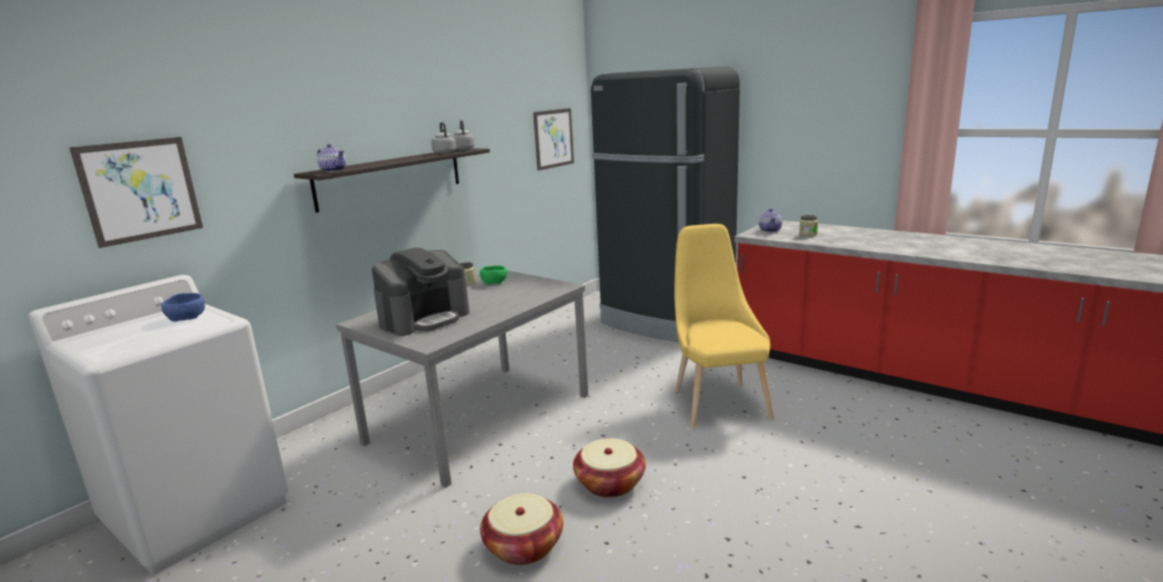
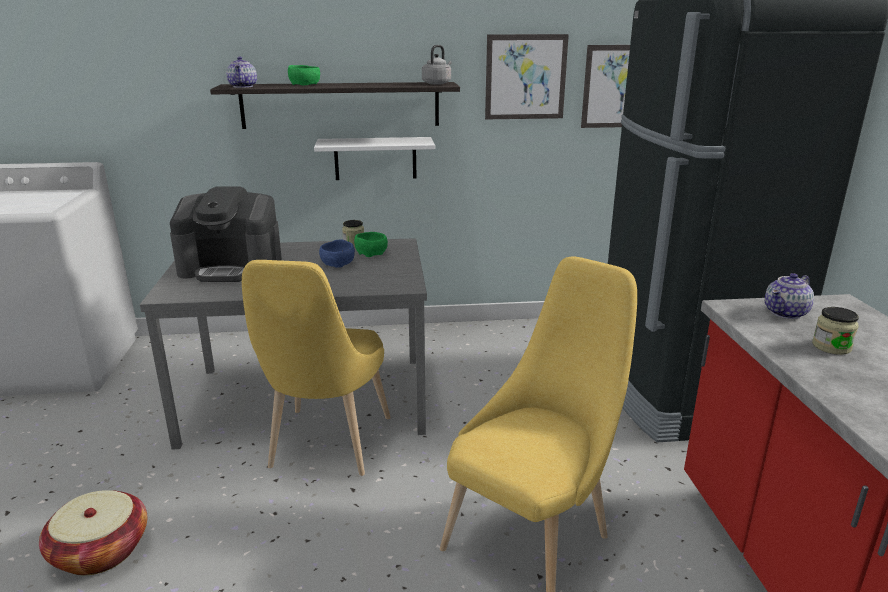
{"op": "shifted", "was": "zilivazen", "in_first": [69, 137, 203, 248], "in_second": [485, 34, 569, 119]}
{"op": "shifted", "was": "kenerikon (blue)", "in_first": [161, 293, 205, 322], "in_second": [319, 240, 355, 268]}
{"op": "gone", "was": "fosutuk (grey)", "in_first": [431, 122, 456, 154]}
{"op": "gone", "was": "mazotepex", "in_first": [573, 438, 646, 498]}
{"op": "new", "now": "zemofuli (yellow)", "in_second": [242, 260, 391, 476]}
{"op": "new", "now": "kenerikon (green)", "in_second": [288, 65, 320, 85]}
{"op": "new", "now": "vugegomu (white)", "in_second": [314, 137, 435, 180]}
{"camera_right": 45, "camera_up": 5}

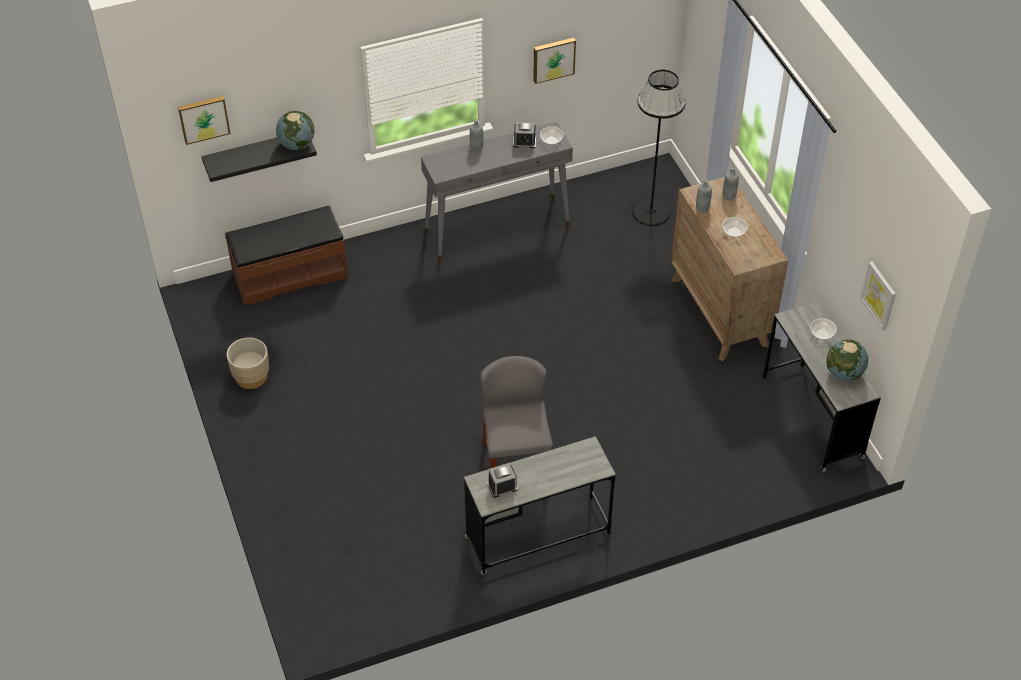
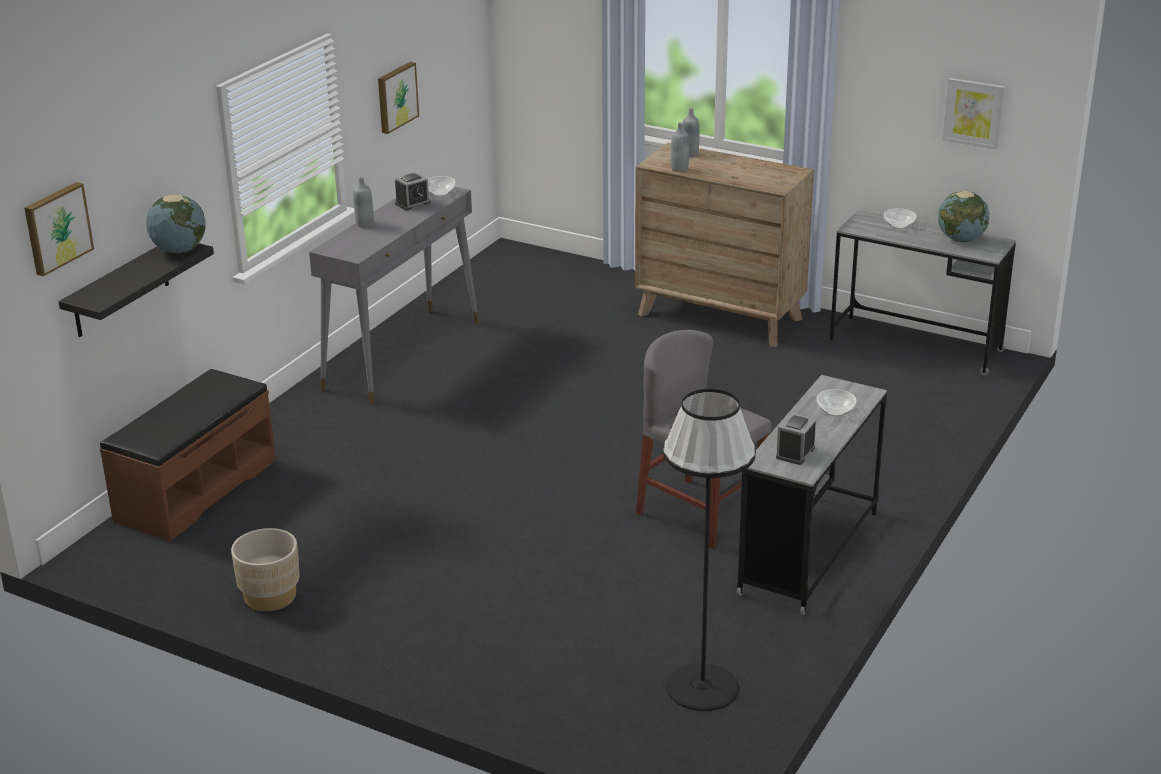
{"op": "shifted", "was": "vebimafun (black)", "in_first": [632, 70, 686, 226], "in_second": [663, 389, 756, 711]}
{"op": "shifted", "was": "kenerikon", "in_first": [722, 217, 748, 238], "in_second": [817, 389, 856, 417]}
{"camera_right": -40, "camera_up": -20}

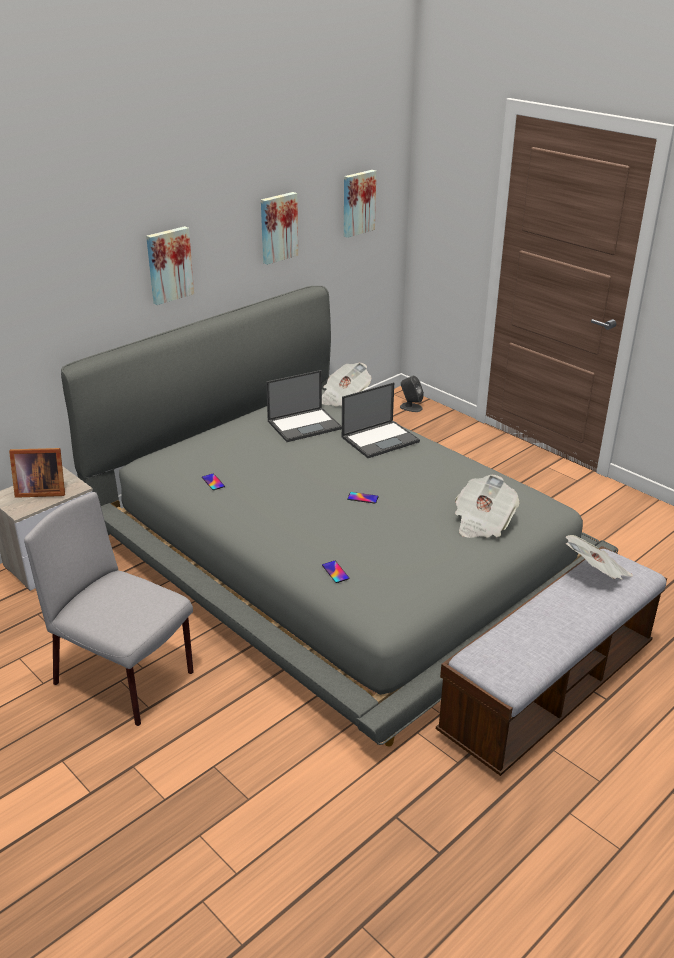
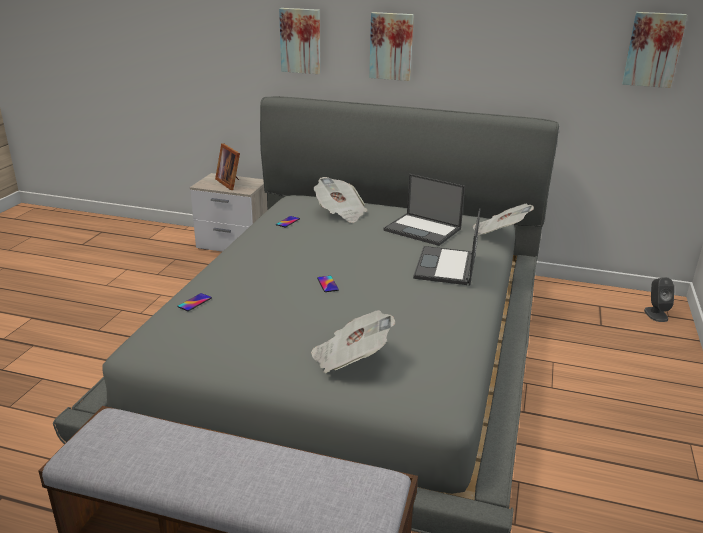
{"op": "gone", "was": "zemofuli (grey)", "in_first": [24, 492, 194, 726]}
{"op": "shifted", "was": "zilivazen", "in_first": [261, 192, 298, 265], "in_second": [279, 8, 320, 74]}
{"op": "rotated", "was": "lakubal", "in_first": [342, 382, 420, 458], "in_second": [413, 208, 481, 286], "clockwise": 75}
{"op": "shifted", "was": "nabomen", "in_first": [566, 535, 633, 580], "in_second": [314, 177, 367, 223]}
{"camera_right": 60, "camera_up": -5}

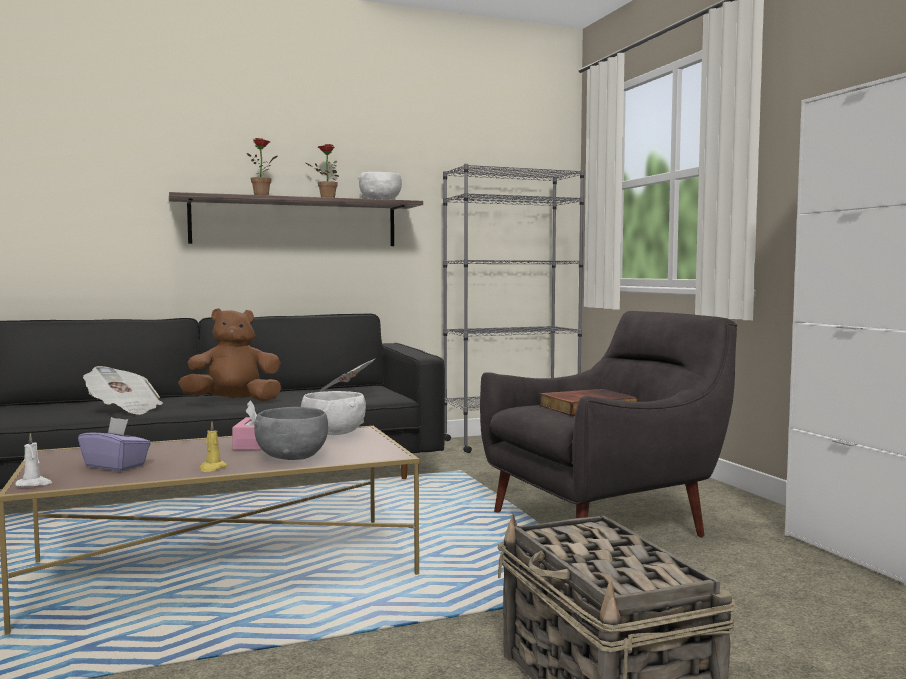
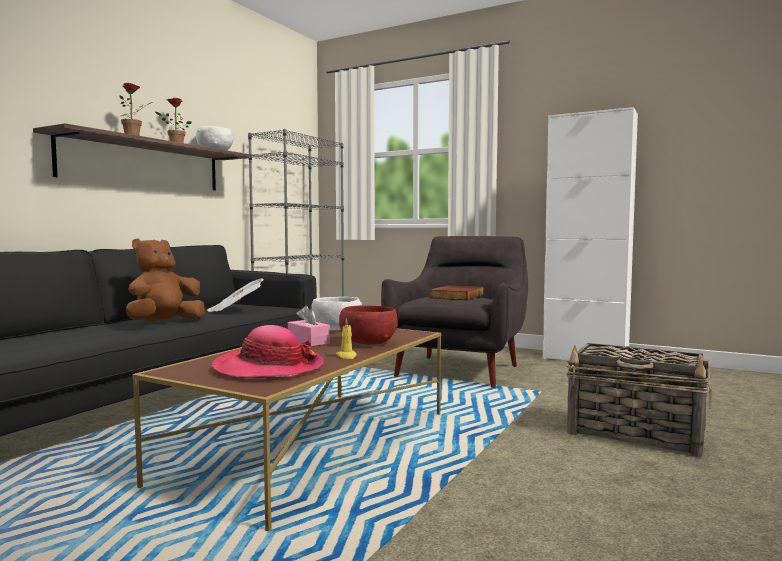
{"op": "gone", "was": "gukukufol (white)", "in_first": [15, 433, 52, 487]}
{"op": "swapped", "was": "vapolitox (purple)", "now": "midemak", "in_first": [78, 417, 151, 471], "in_second": [211, 325, 324, 378]}
{"op": "gone", "was": "nabomen", "in_first": [83, 366, 163, 415]}
{"op": "repainted", "was": "kenerikon (grey)", "now": "kenerikon (red)", "in_first": [254, 407, 328, 460], "in_second": [339, 305, 397, 345]}
{"camera_right": -40, "camera_up": 0}

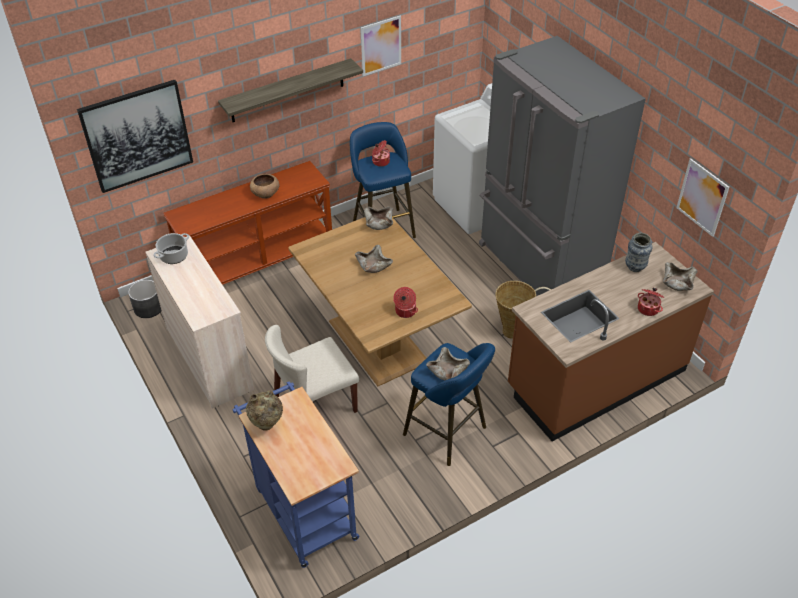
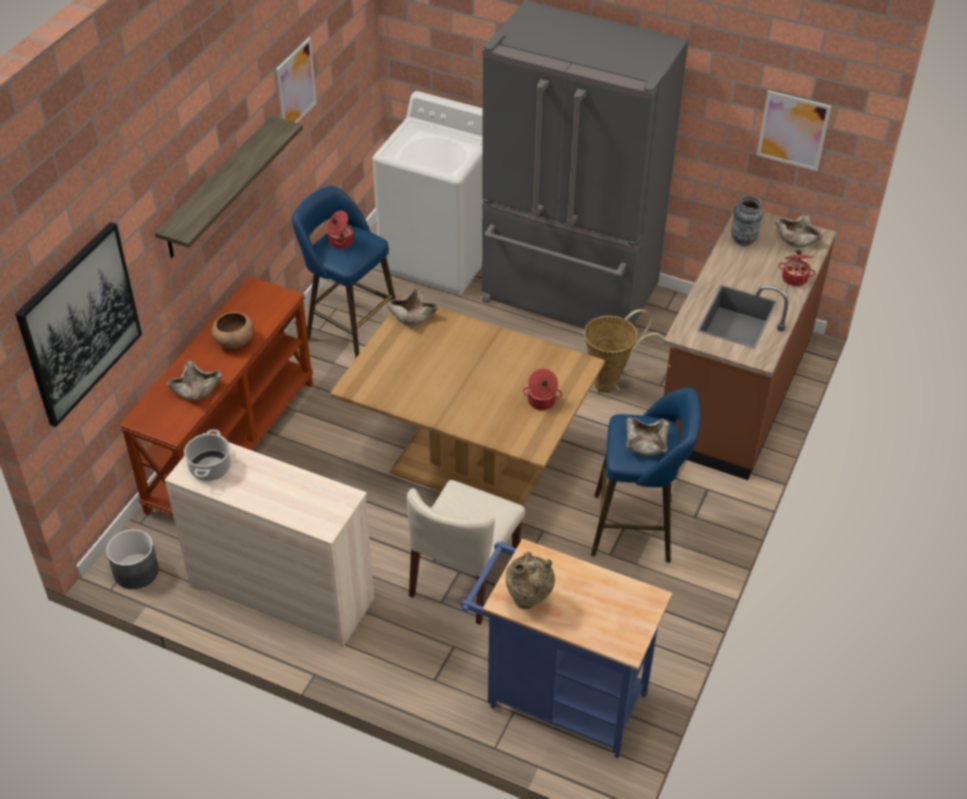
{"op": "shifted", "was": "kenerikon (beige)", "in_first": [355, 245, 393, 273], "in_second": [167, 360, 222, 400]}
{"camera_right": -35, "camera_up": 0}

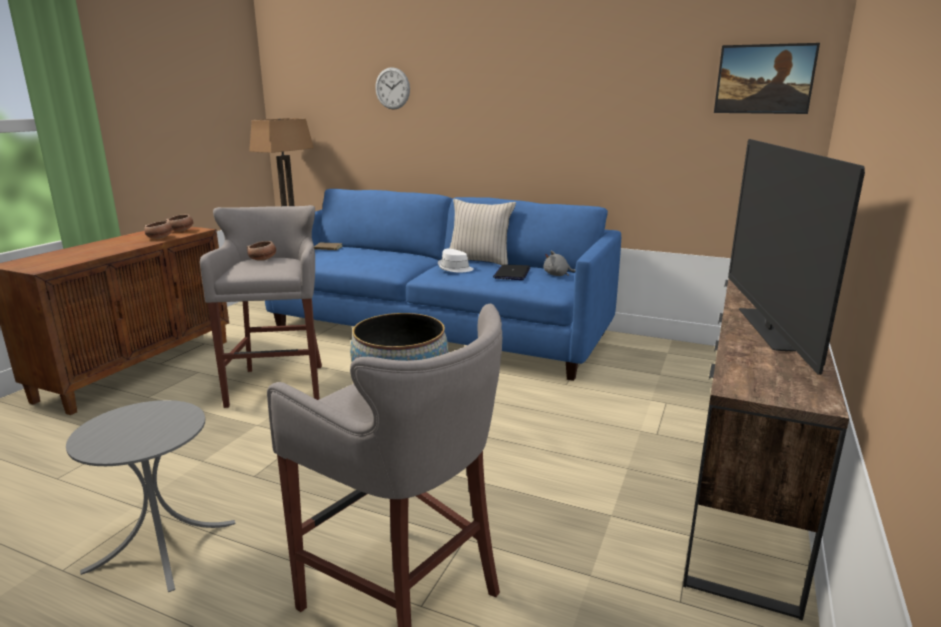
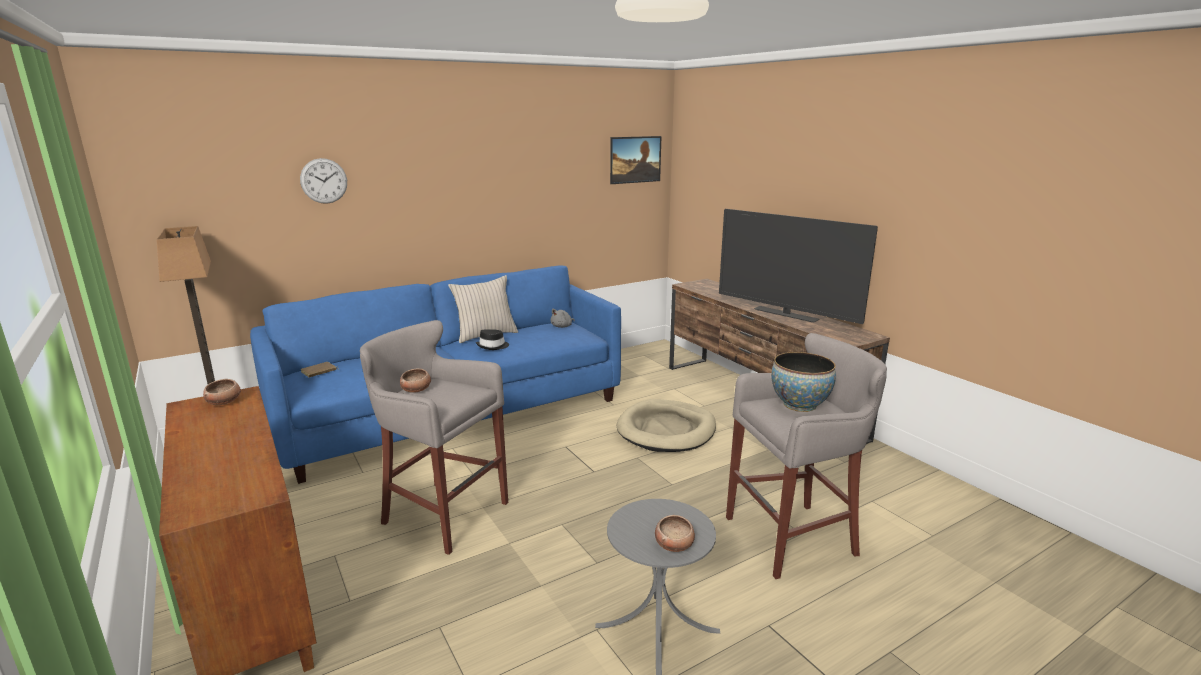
{"op": "shifted", "was": "kenerikon", "in_first": [144, 221, 172, 239], "in_second": [655, 515, 695, 552]}
{"op": "repainted", "was": "midemak (white)", "now": "midemak (black)", "in_first": [438, 248, 474, 273], "in_second": [476, 329, 509, 350]}
{"op": "gone", "was": "lakubal", "in_first": [493, 264, 530, 280]}
{"op": "new", "now": "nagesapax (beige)", "in_second": [617, 399, 716, 452]}
{"camera_right": -55, "camera_up": 0}

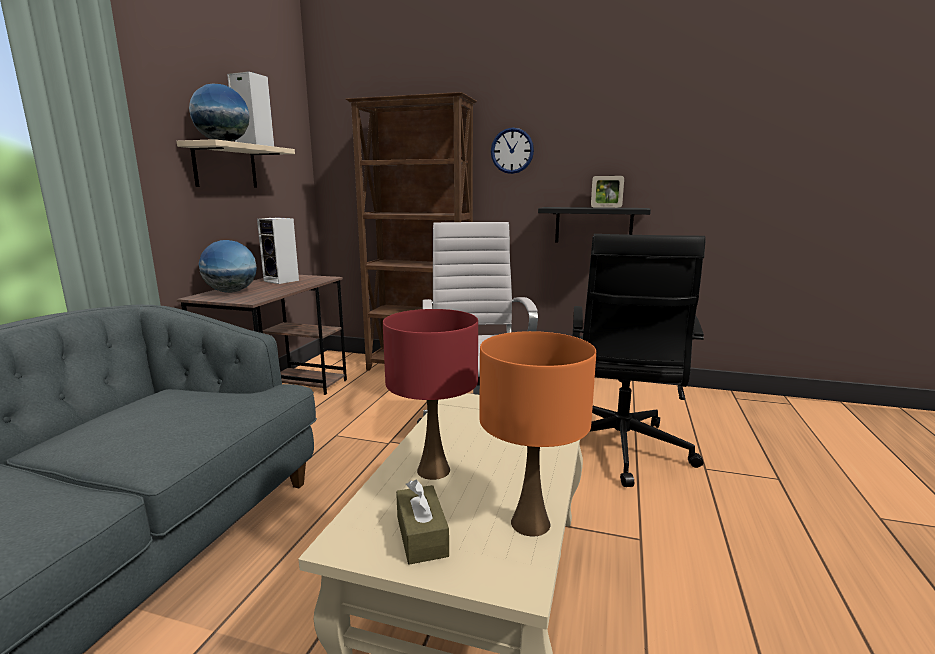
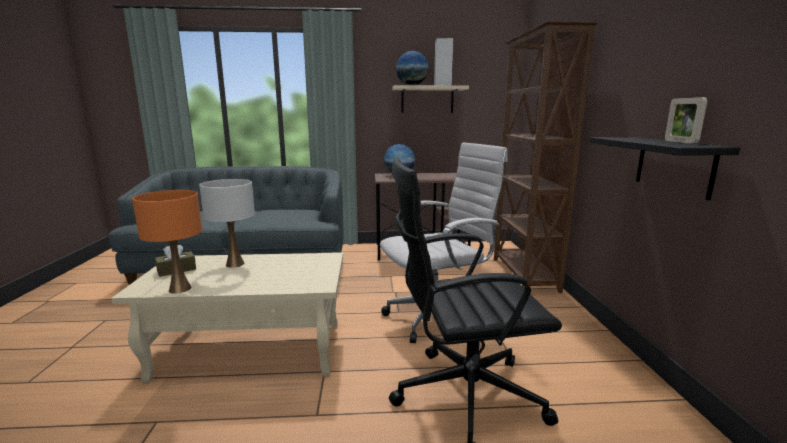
{"op": "gone", "was": "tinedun", "in_first": [257, 217, 299, 284]}
{"op": "repainted", "was": "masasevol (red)", "now": "masasevol (white)", "in_first": [383, 309, 478, 480], "in_second": [199, 179, 255, 268]}
{"op": "gone", "was": "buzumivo", "in_first": [491, 127, 534, 174]}
{"camera_right": 70, "camera_up": 0}

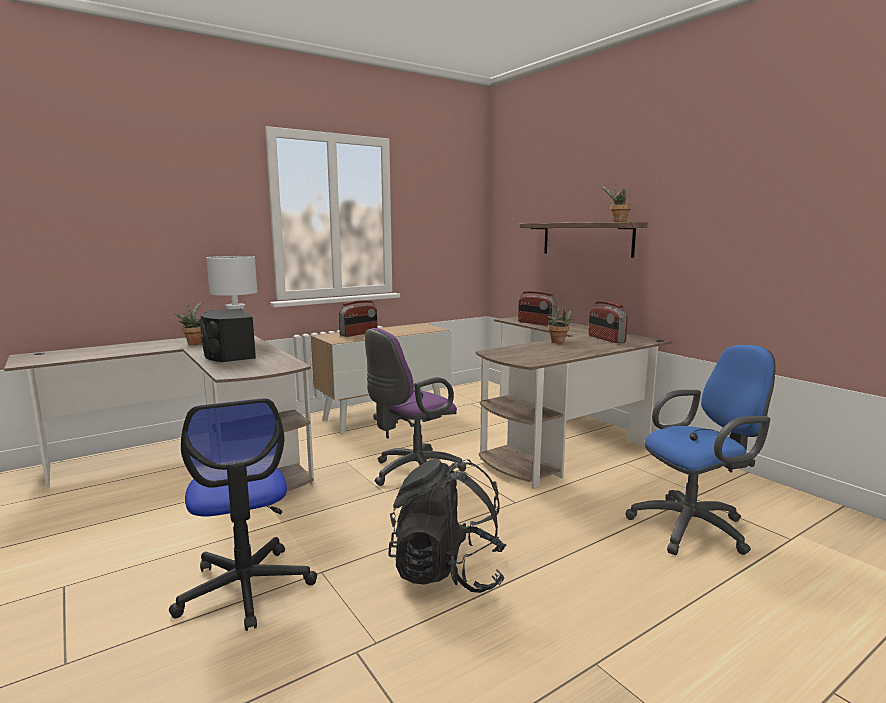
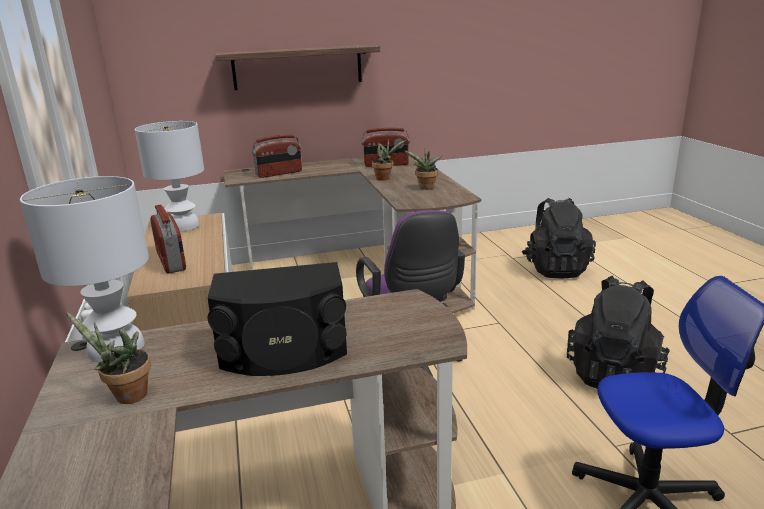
{"op": "shifted", "was": "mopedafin", "in_first": [600, 184, 631, 222], "in_second": [404, 149, 443, 190]}
{"op": "swapped", "was": "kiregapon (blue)", "now": "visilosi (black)", "in_first": [625, 345, 776, 555], "in_second": [522, 198, 596, 279]}
{"op": "new", "now": "masasevol (white)", "in_second": [135, 121, 204, 232]}
{"camera_right": -70, "camera_up": 10}

